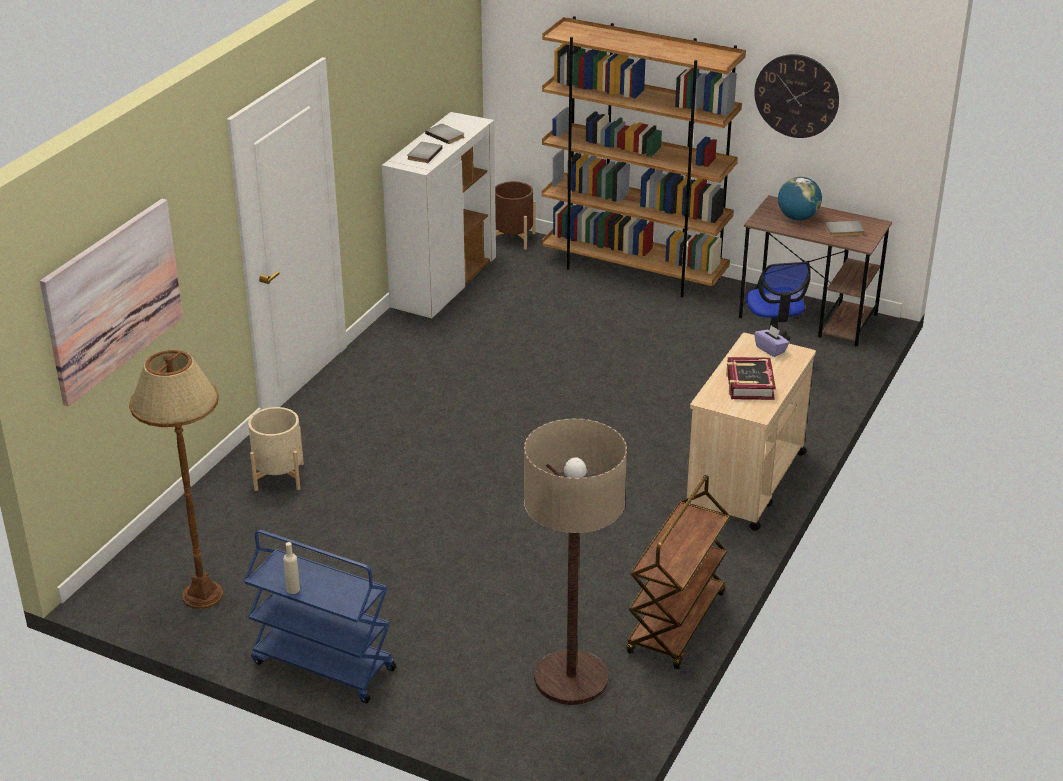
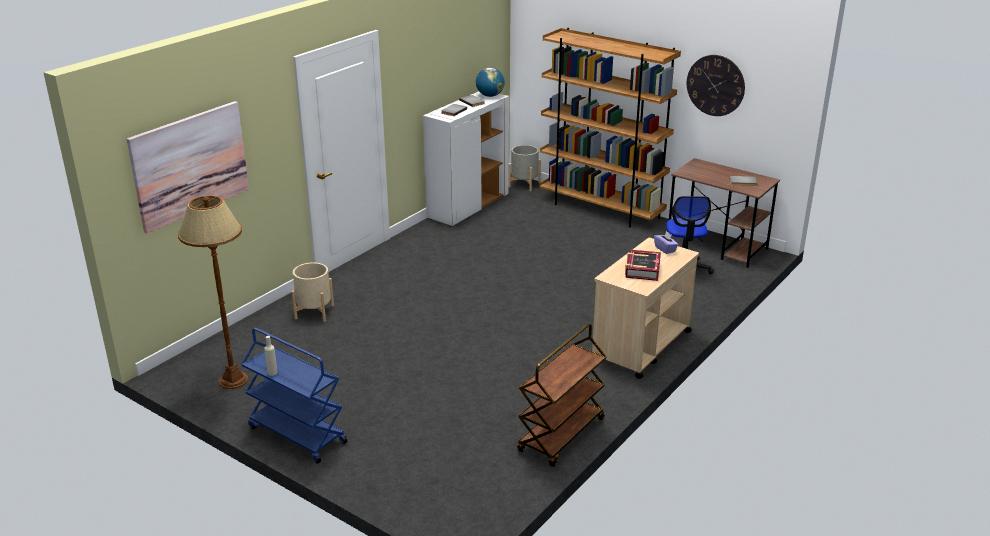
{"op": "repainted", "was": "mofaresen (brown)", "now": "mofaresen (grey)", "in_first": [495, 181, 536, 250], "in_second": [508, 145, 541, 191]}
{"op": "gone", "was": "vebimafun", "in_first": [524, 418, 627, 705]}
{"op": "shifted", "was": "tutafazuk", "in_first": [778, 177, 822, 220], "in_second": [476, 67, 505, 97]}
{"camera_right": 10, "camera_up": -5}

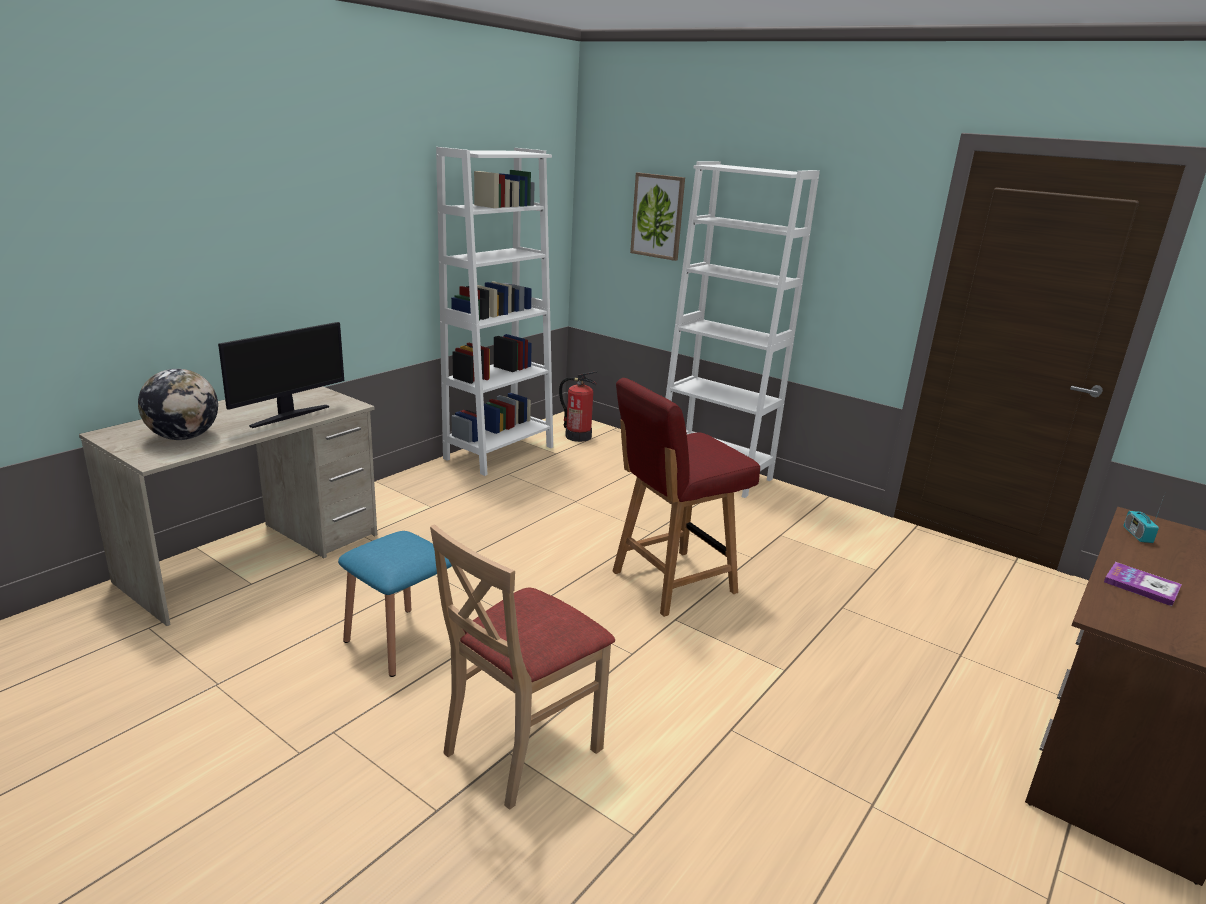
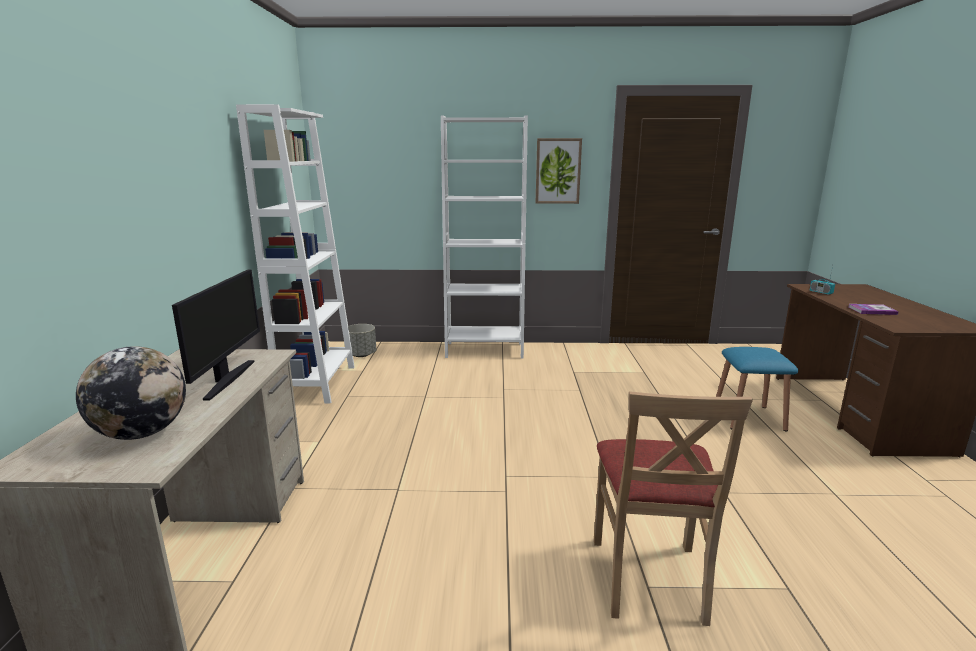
{"op": "shifted", "was": "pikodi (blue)", "in_first": [338, 531, 452, 677], "in_second": [716, 347, 798, 431]}
{"op": "swapped", "was": "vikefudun", "now": "mofaresen (grey)", "in_first": [559, 372, 597, 442], "in_second": [348, 324, 376, 357]}
{"op": "gone", "was": "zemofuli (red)", "in_first": [613, 378, 760, 617]}
{"op": "shifted", "was": "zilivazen", "in_first": [630, 173, 685, 261], "in_second": [536, 138, 582, 204]}
{"camera_right": -35, "camera_up": -5}

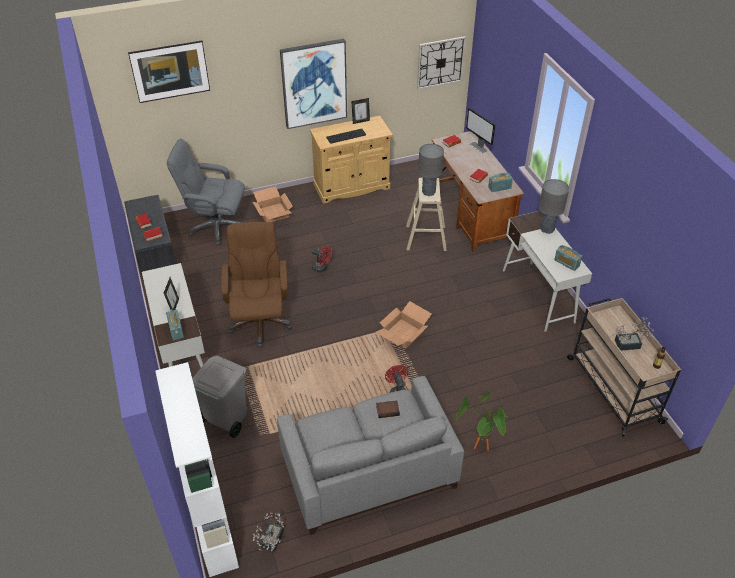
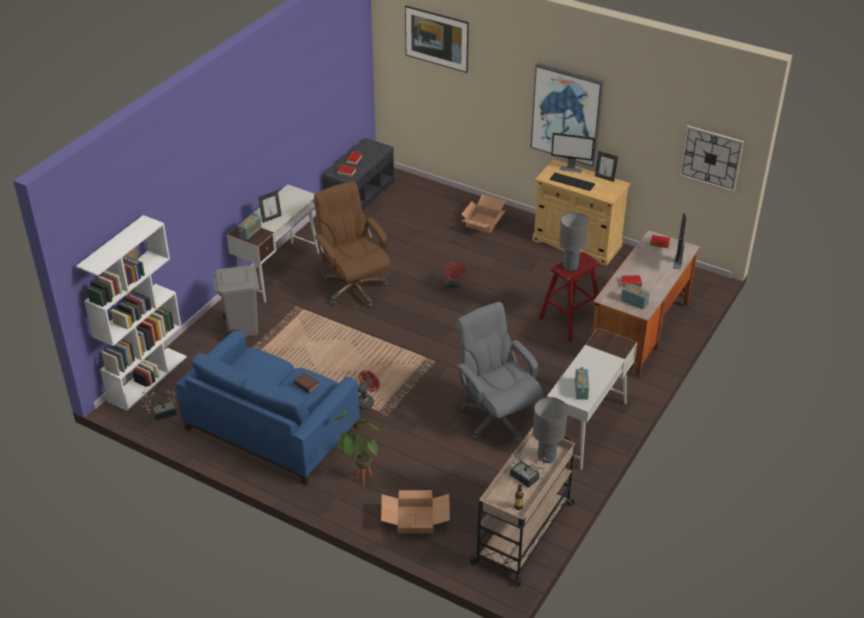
{"op": "shifted", "was": "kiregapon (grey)", "in_first": [167, 139, 245, 245], "in_second": [456, 302, 543, 442]}
{"op": "rotated", "was": "kiregapon (brown)", "in_first": [221, 222, 292, 347], "in_second": [314, 181, 390, 307], "clockwise": -75}
{"op": "repainted", "was": "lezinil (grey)", "now": "lezinil (blue)", "in_first": [277, 376, 464, 535], "in_second": [175, 331, 360, 485]}
{"op": "shifted", "was": "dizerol", "in_first": [376, 301, 432, 349], "in_second": [381, 490, 450, 534]}
{"op": "repainted", "was": "pikodi (beige)", "now": "pikodi (red)", "in_first": [406, 178, 447, 251], "in_second": [538, 252, 600, 342]}
{"op": "shifted", "was": "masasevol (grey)", "in_first": [539, 179, 569, 234], "in_second": [533, 397, 568, 463]}
{"op": "new", "now": "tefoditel", "in_second": [551, 133, 595, 173]}
{"camera_right": 50, "camera_up": -5}

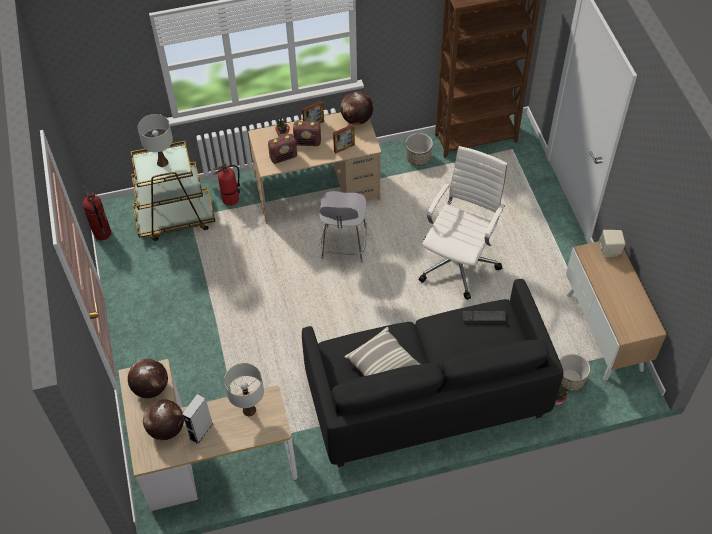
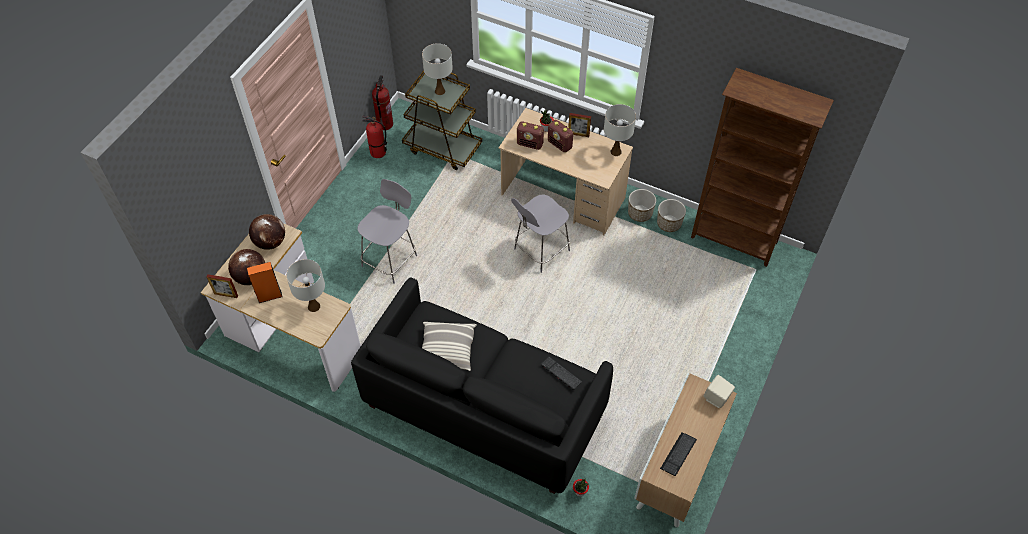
{"op": "repainted", "was": "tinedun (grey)", "now": "tinedun (orange)", "in_first": [182, 394, 213, 444], "in_second": [247, 262, 283, 303]}
{"op": "shifted", "was": "vikefudun", "in_first": [213, 164, 240, 206], "in_second": [362, 116, 387, 158]}
{"op": "shifted", "was": "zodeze", "in_first": [333, 124, 355, 154], "in_second": [207, 274, 238, 298]}
{"op": "swapped", "was": "tutafazuk", "now": "masasevol (white)", "in_first": [340, 92, 373, 125], "in_second": [604, 104, 636, 156]}
{"op": "gone", "was": "kiregapon (white)", "in_first": [419, 146, 507, 300]}
{"op": "shifted", "was": "mofaresen", "in_first": [560, 354, 590, 391], "in_second": [628, 189, 656, 222]}
{"op": "new", "now": "pikodi (grey)", "in_second": [357, 179, 417, 284]}
{"op": "new", "now": "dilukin", "in_second": [660, 432, 697, 476]}
{"camera_right": 40, "camera_up": 0}

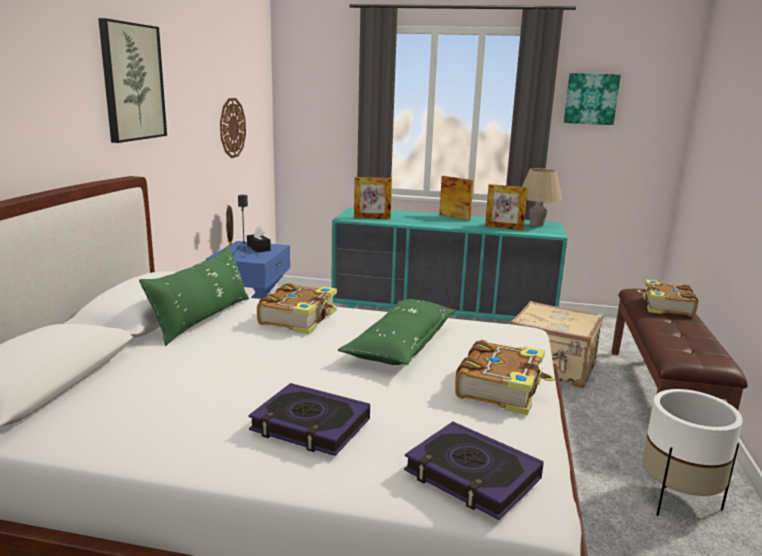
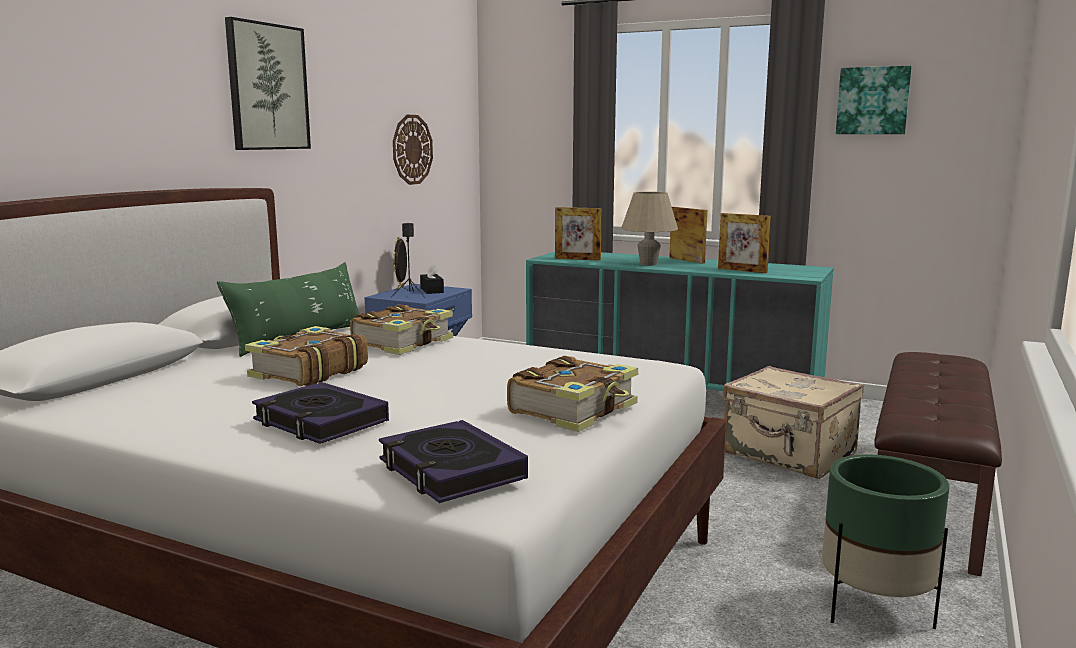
{"op": "gone", "was": "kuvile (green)", "in_first": [338, 299, 456, 365]}
{"op": "shifted", "was": "masasevol (beige)", "in_first": [522, 168, 563, 227], "in_second": [621, 191, 678, 266]}
{"op": "shifted", "was": "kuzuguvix", "in_first": [637, 280, 698, 317], "in_second": [245, 326, 368, 386]}
{"op": "repainted", "was": "mofaresen (white)", "now": "mofaresen (green)", "in_first": [642, 389, 743, 516], "in_second": [822, 455, 949, 629]}
{"camera_right": 15, "camera_up": -5}

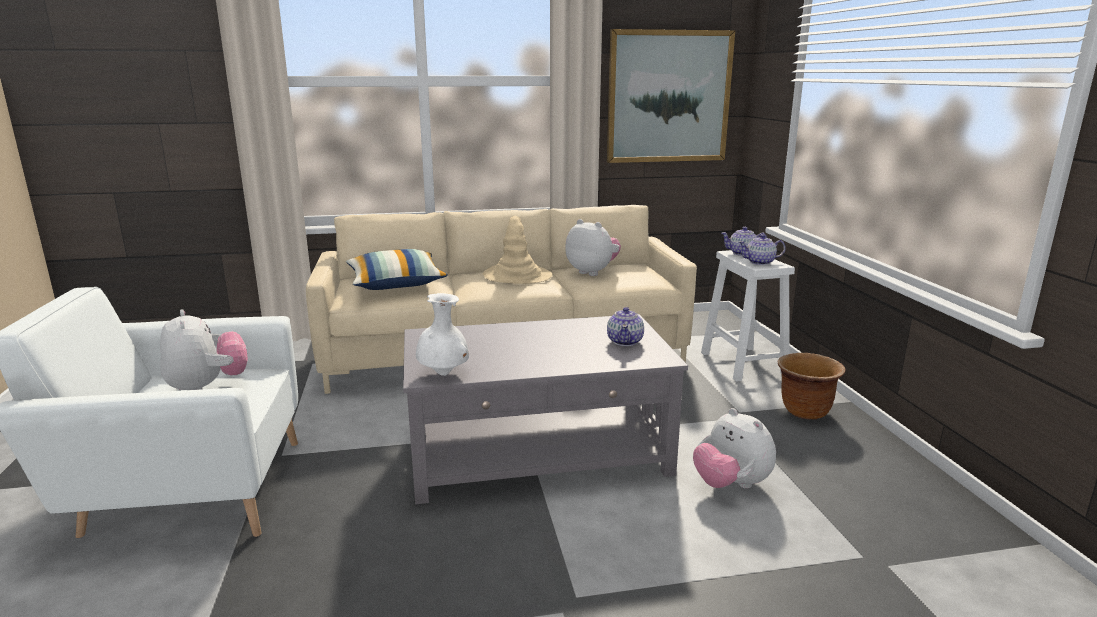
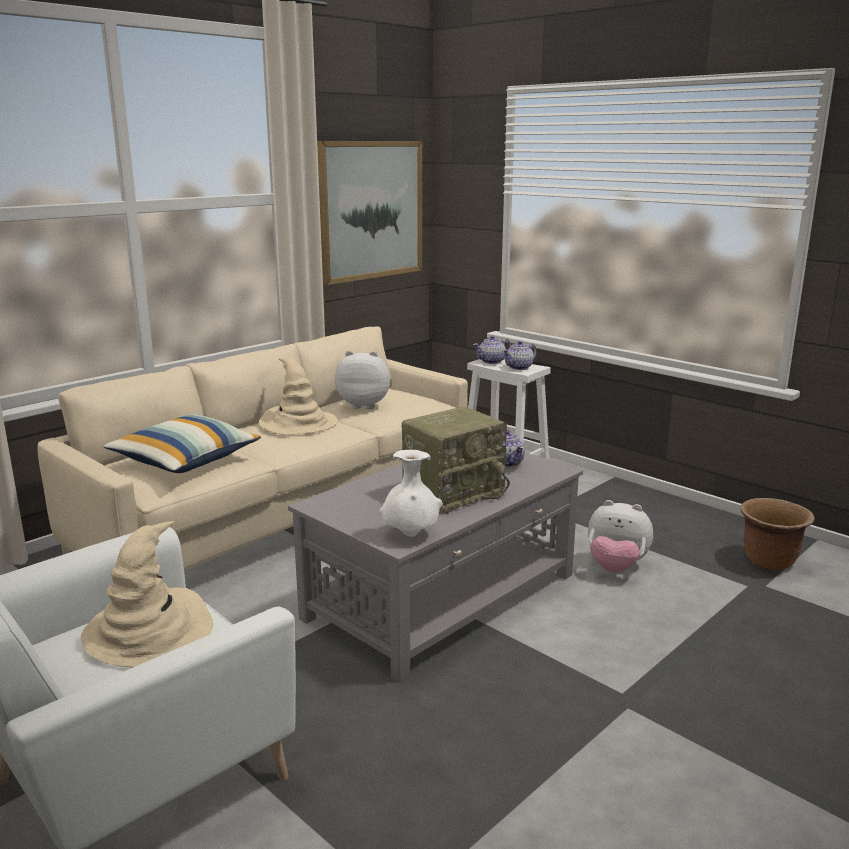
{"op": "swapped", "was": "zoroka", "now": "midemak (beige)", "in_first": [160, 309, 248, 390], "in_second": [81, 521, 213, 667]}
{"op": "shifted", "was": "mofaresen (brown)", "in_first": [778, 353, 846, 420], "in_second": [741, 498, 815, 571]}
{"op": "new", "now": "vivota", "in_second": [402, 406, 510, 514]}
{"camera_right": -35, "camera_up": 0}

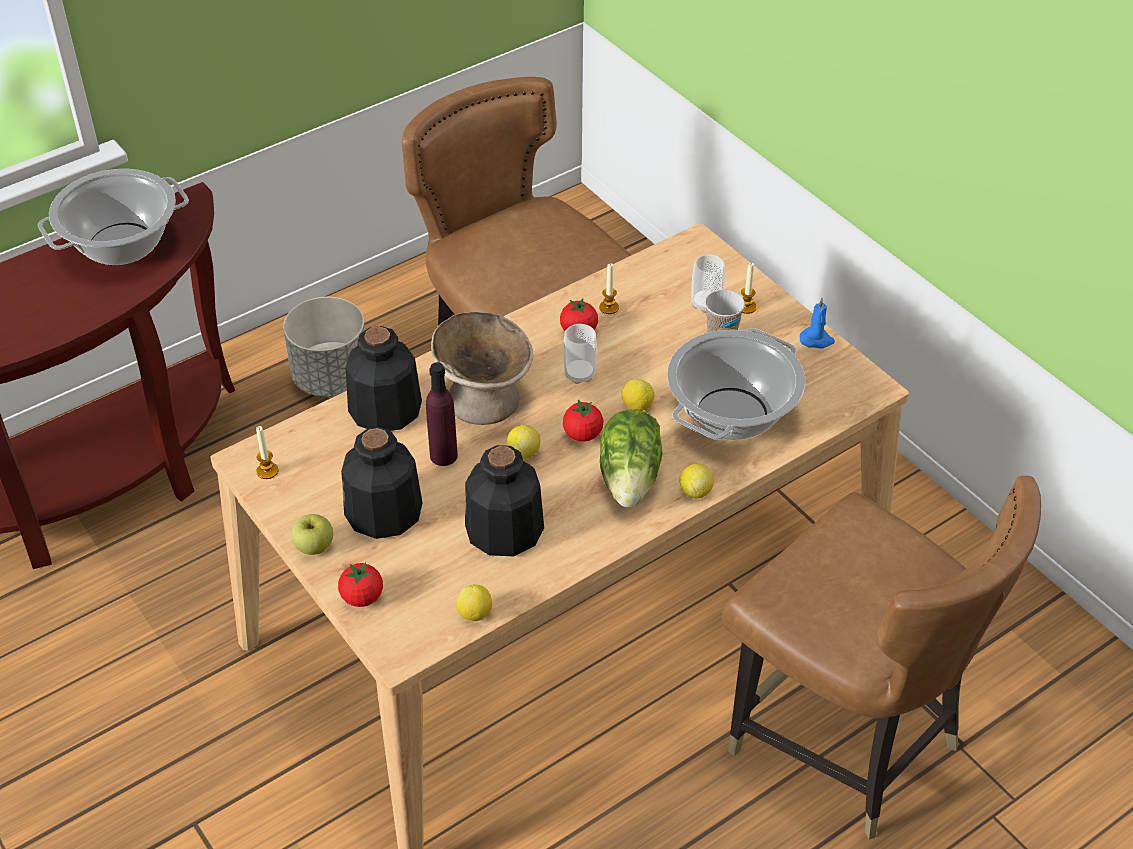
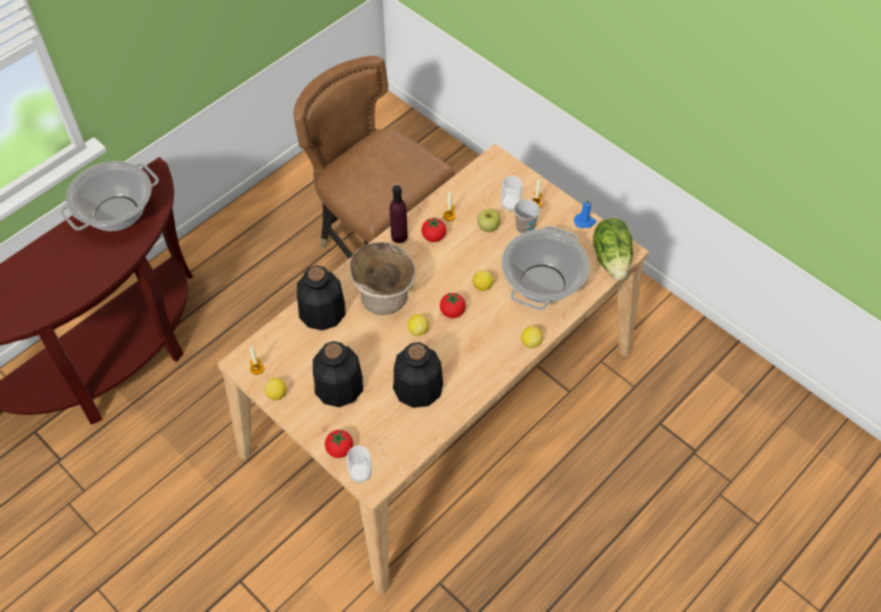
{"op": "gone", "was": "mofaresen (grey)", "in_first": [283, 297, 365, 397]}
{"op": "shifted", "was": "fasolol", "in_first": [291, 514, 333, 555], "in_second": [477, 209, 501, 232]}
{"op": "shifted", "was": "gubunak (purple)", "in_first": [426, 362, 458, 466], "in_second": [390, 185, 408, 243]}
{"op": "shifted", "was": "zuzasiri", "in_first": [456, 585, 492, 621], "in_second": [265, 378, 287, 400]}
{"op": "shifted", "was": "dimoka", "in_first": [563, 324, 597, 384], "in_second": [347, 446, 372, 483]}
{"op": "shifted", "was": "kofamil", "in_first": [600, 409, 663, 507], "in_second": [593, 218, 633, 280]}
{"op": "gone", "was": "zemofuli (brown)", "in_first": [722, 476, 1041, 839]}
{"camera_right": -10, "camera_up": 10}

